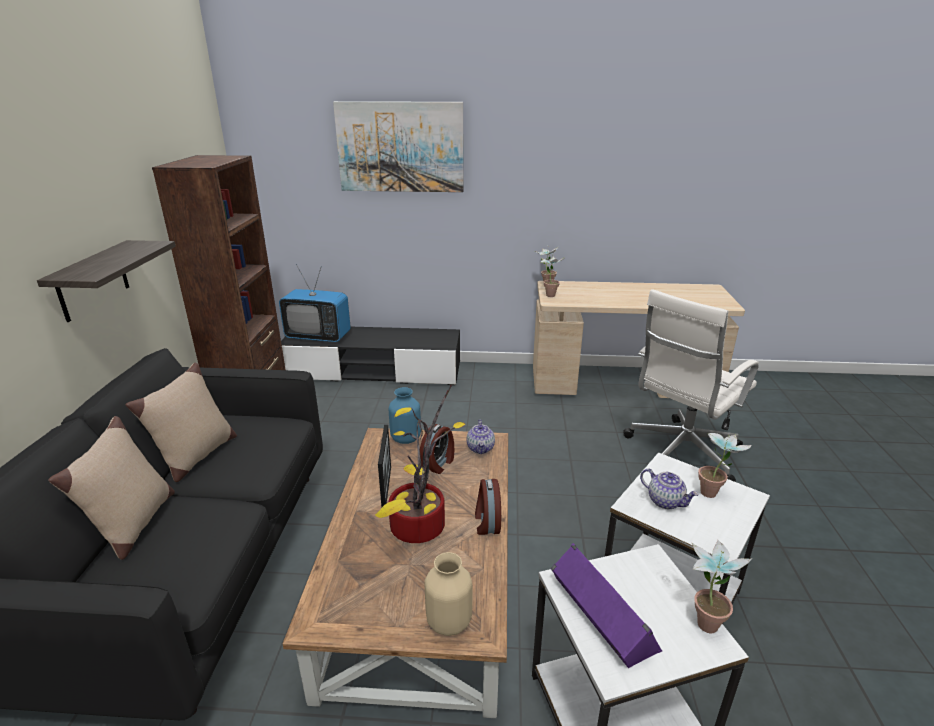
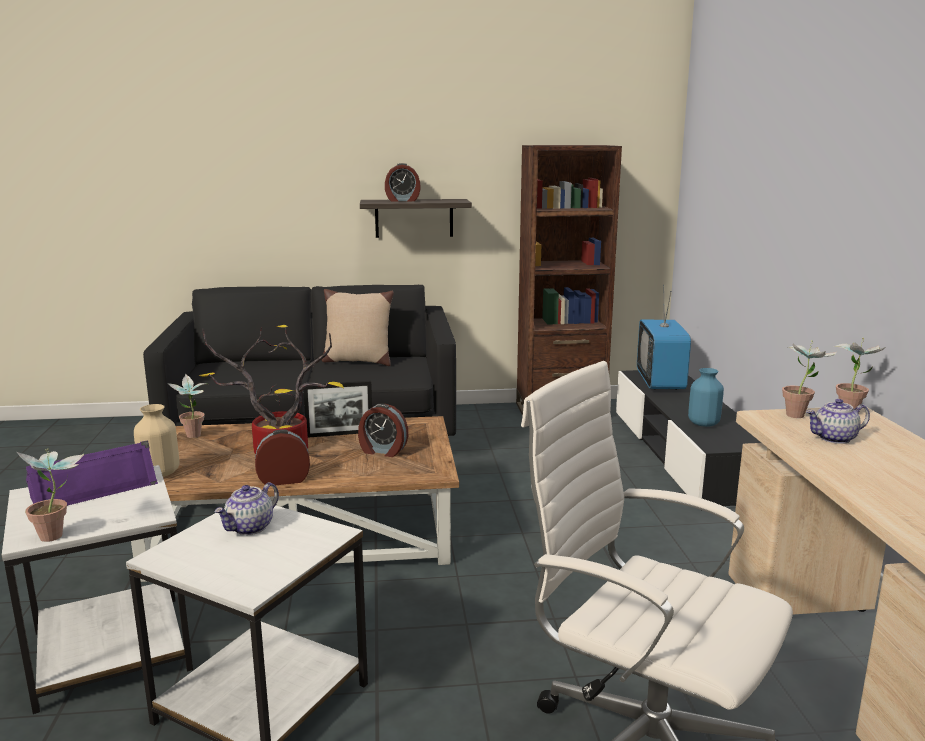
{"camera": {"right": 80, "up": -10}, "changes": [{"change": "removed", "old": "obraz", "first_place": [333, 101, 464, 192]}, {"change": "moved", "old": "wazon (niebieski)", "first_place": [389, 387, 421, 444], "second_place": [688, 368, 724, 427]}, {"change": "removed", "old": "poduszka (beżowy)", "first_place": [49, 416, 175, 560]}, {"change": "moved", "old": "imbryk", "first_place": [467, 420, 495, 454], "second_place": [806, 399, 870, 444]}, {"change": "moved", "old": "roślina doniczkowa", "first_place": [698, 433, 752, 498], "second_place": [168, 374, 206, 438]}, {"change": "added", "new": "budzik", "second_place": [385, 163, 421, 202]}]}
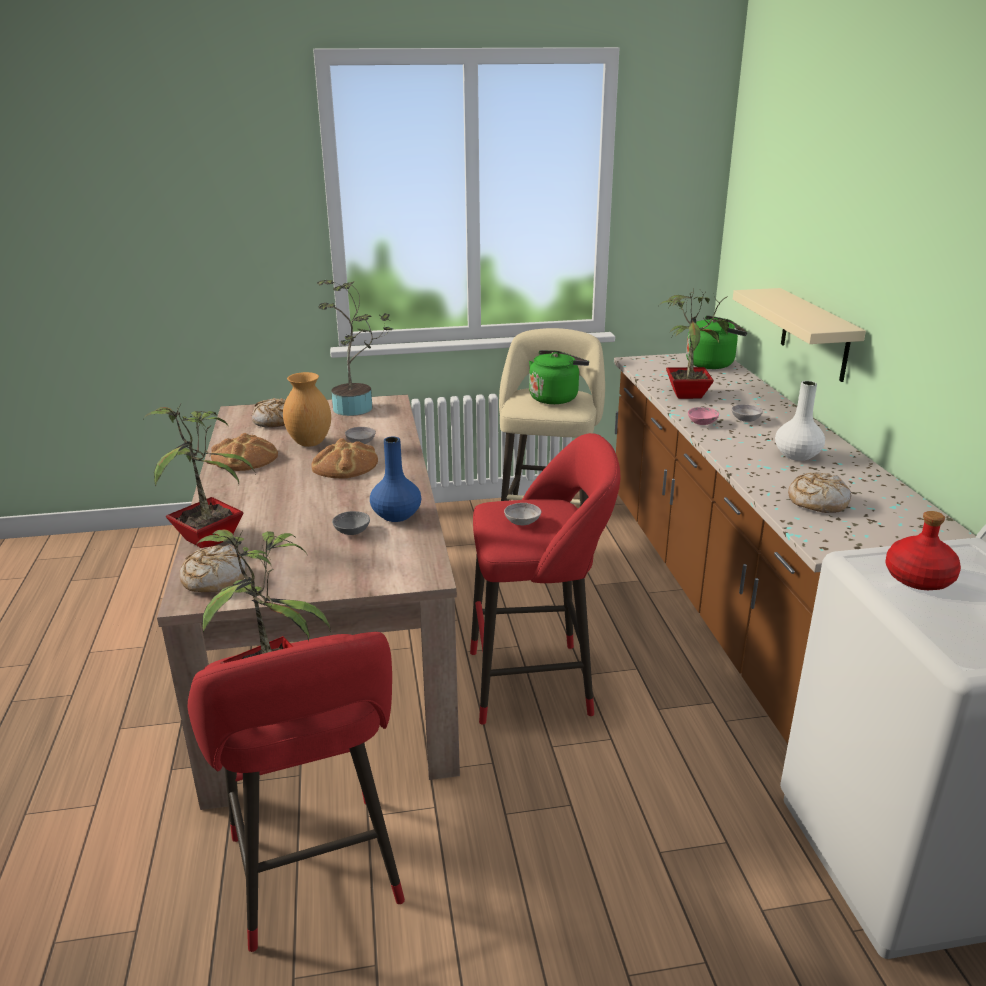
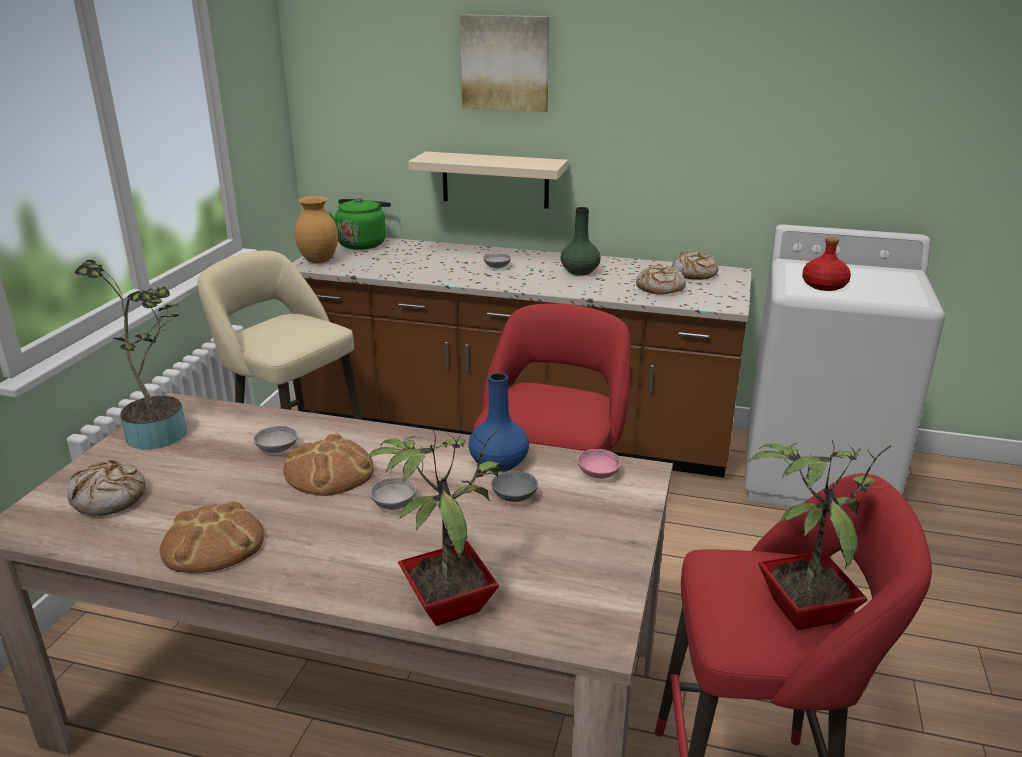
{"camera": {"right": -65, "up": 0}, "changes": [{"change": "removed", "old": "roślina doniczkowa", "first_place": [659, 288, 729, 399]}, {"change": "removed", "old": "czajnik (zielony)", "first_place": [529, 350, 589, 404]}, {"change": "moved", "old": "wazon (brązowy)", "first_place": [283, 372, 331, 447], "second_place": [295, 196, 338, 264]}, {"change": "recoloured", "old": "wazon (biały)", "new": "wazon (zielony)", "first_place": [775, 381, 825, 461], "second_place": [560, 207, 601, 275]}, {"change": "moved", "old": "miska (różowy)", "first_place": [688, 407, 719, 425], "second_place": [577, 449, 621, 479]}, {"change": "moved", "old": "miska (szary)", "first_place": [504, 503, 541, 525], "second_place": [370, 477, 417, 510]}, {"change": "moved", "old": "chleb", "first_place": [180, 545, 247, 592], "second_place": [672, 251, 719, 280]}, {"change": "added", "new": "obraz", "second_place": [460, 15, 549, 112]}]}
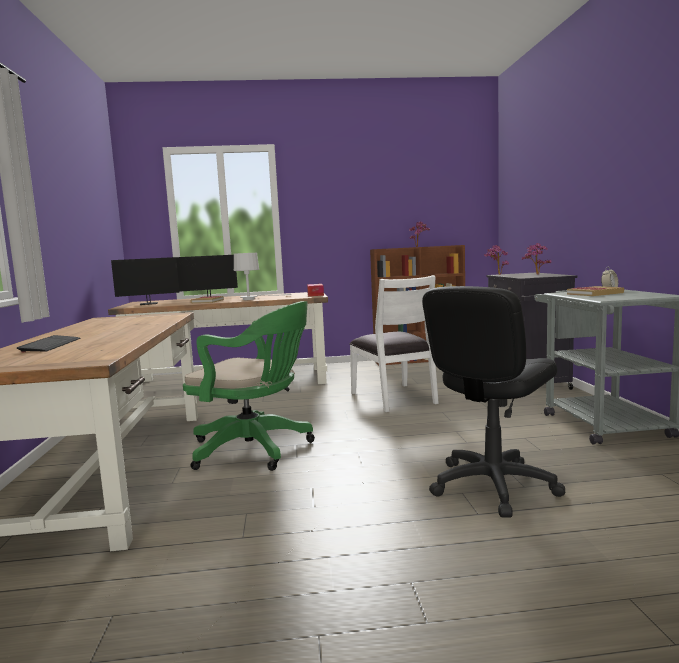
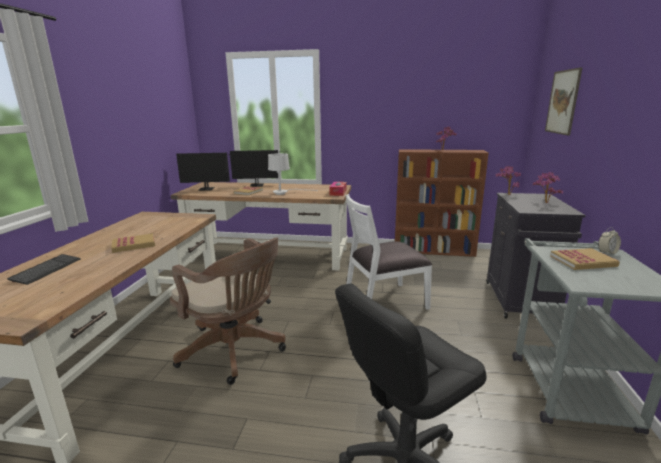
{"camera": {"right": 15, "up": 10}, "changes": [{"change": "turned", "old": "krzesło (biały)", "first_place": [350, 275, 439, 412], "second_place": [345, 194, 432, 310], "degrees": 75}, {"change": "recoloured", "old": "krzesło biurowe (zielony)", "new": "krzesło biurowe (brązowy)", "first_place": [183, 301, 315, 471], "second_place": [170, 237, 286, 385]}, {"change": "added", "new": "obraz", "second_place": [545, 67, 583, 136]}, {"change": "added", "new": "książka", "second_place": [111, 233, 155, 253]}]}
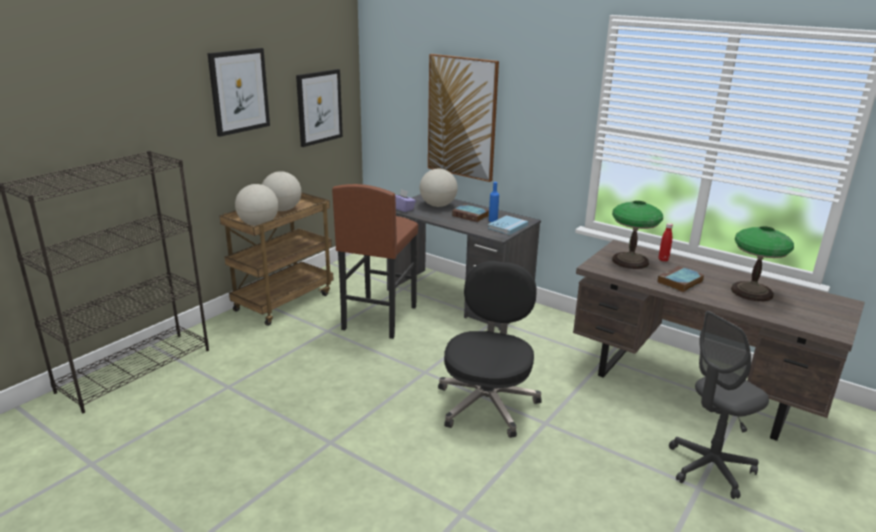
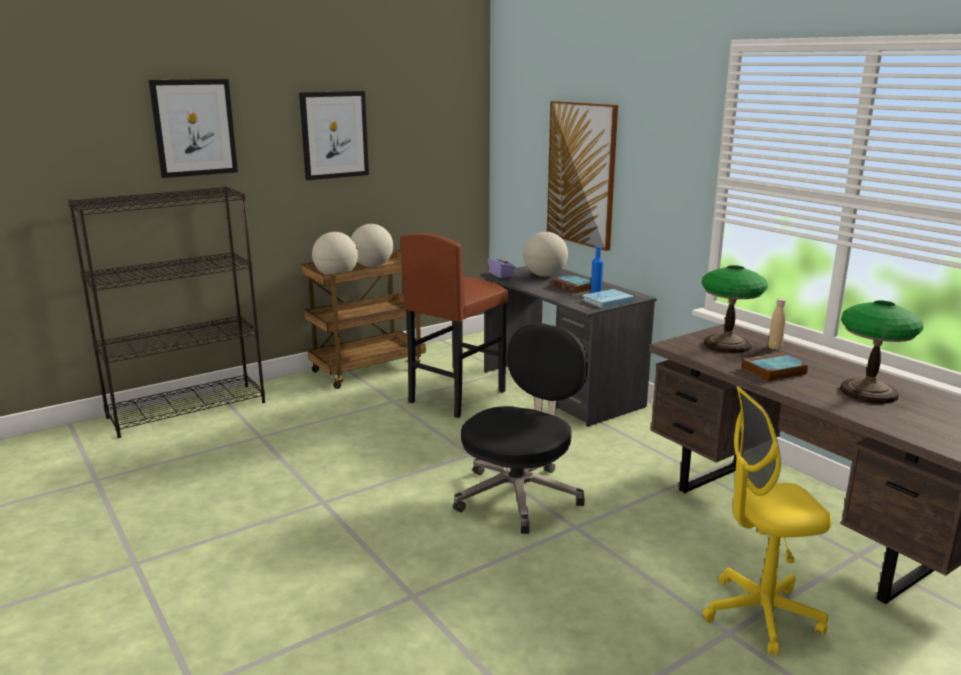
{"camera": {"right": 20, "up": -5}, "changes": [{"change": "moved", "old": "obraz", "first_place": [296, 69, 343, 147], "second_place": [149, 79, 238, 178]}, {"change": "recoloured", "old": "butelka (czerwony)", "new": "butelka (beżowy)", "first_place": [659, 223, 673, 262], "second_place": [768, 299, 786, 350]}, {"change": "recoloured", "old": "krzesło biurowe (szary)", "new": "krzesło biurowe (żółty)", "first_place": [669, 311, 769, 499], "second_place": [702, 386, 832, 656]}]}
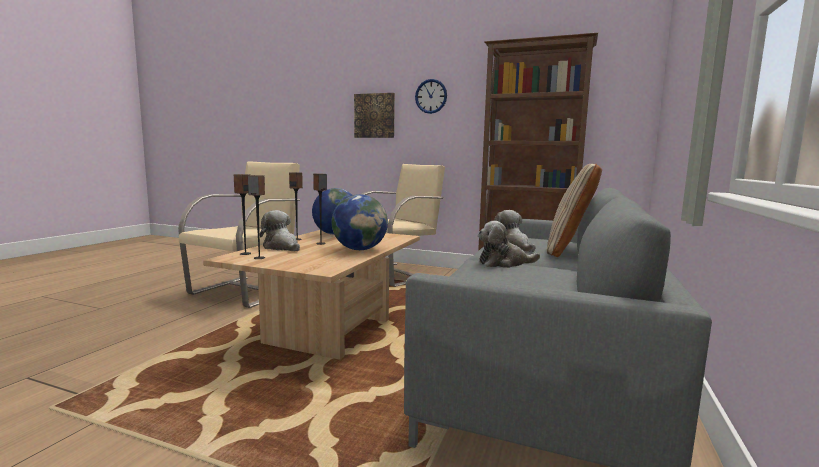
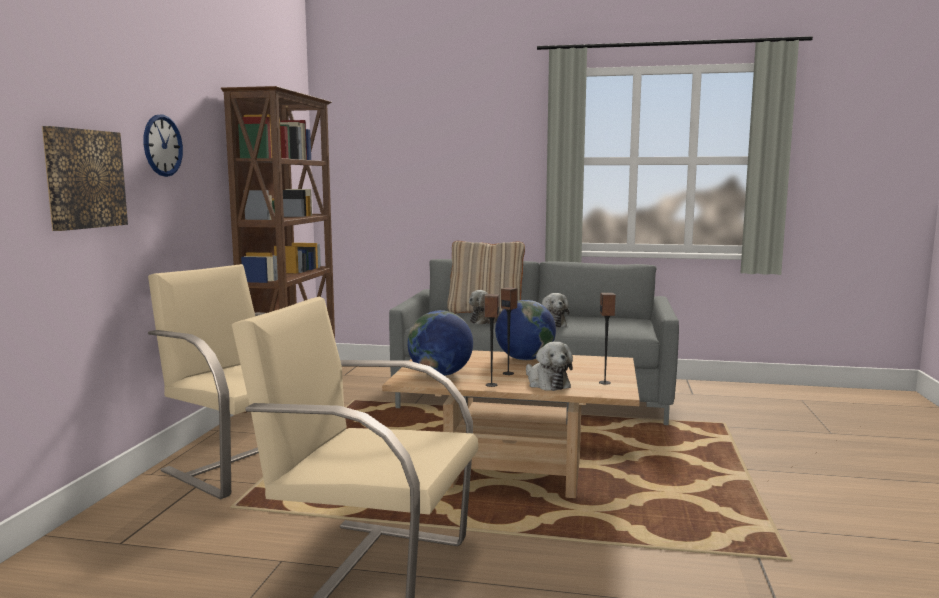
{"camera": {"right": -100, "up": 0}, "changes": [{"change": "removed", "old": "głośnik", "first_place": [234, 174, 251, 255]}, {"change": "turned", "old": "pluszak", "first_place": [260, 210, 300, 251], "second_place": [526, 342, 573, 391], "degrees": -60}]}
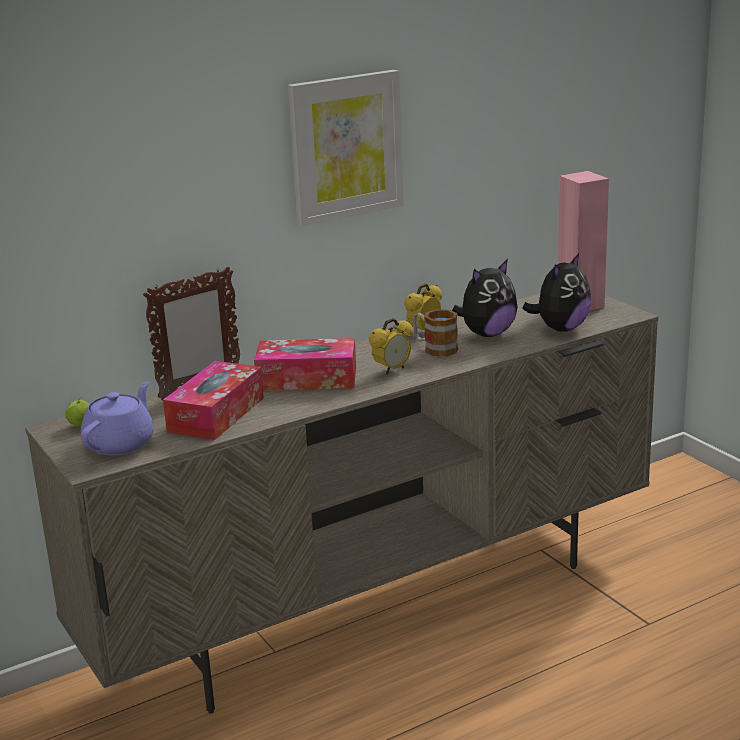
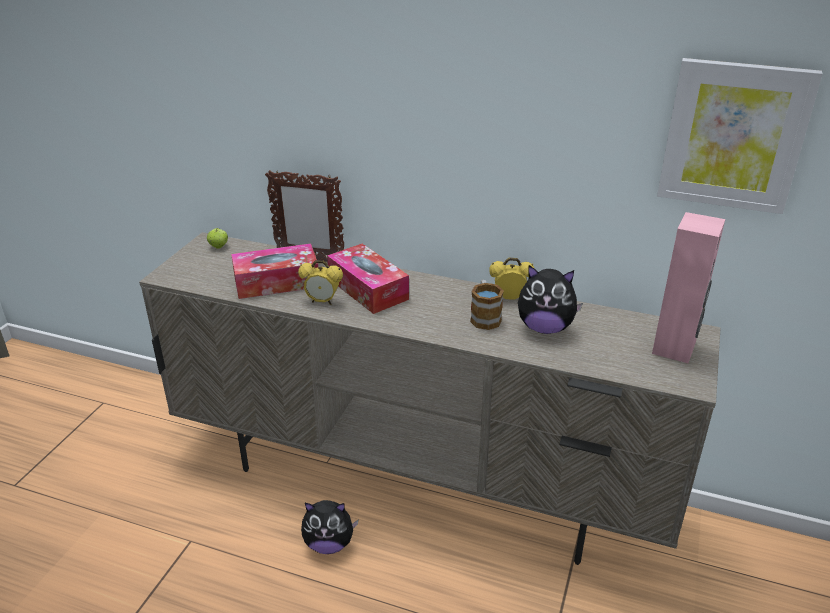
{"camera": {"right": 50, "up": 10}, "changes": [{"change": "moved", "old": "obraz", "first_place": [288, 70, 403, 226], "second_place": [657, 58, 823, 214]}, {"change": "moved", "old": "pluszak", "first_place": [522, 253, 591, 332], "second_place": [301, 500, 359, 554]}, {"change": "moved", "old": "budzik", "first_place": [369, 318, 413, 375], "second_place": [298, 260, 343, 305]}, {"change": "removed", "old": "imbryk (fioletowy)", "first_place": [81, 381, 154, 455]}]}
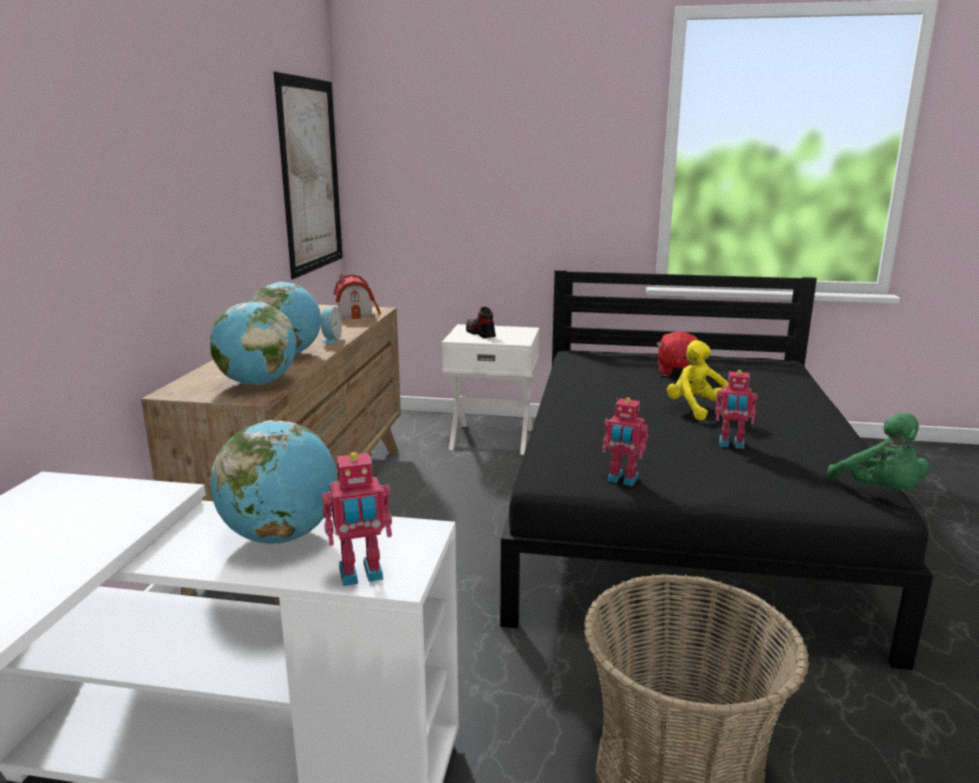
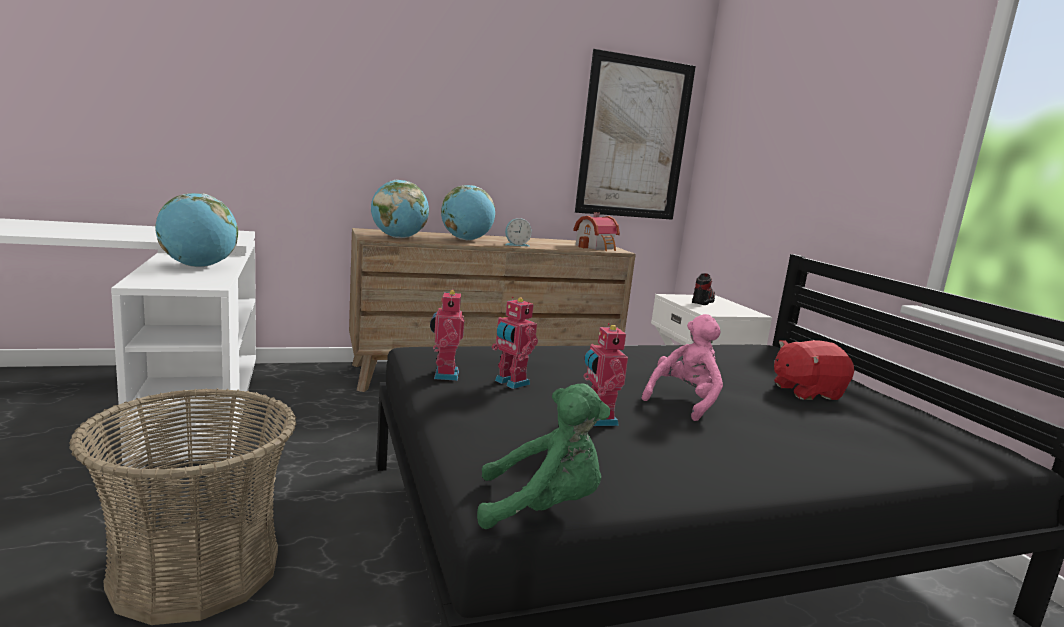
{"camera": {"right": 60, "up": -5}, "changes": [{"change": "recoloured", "old": "pluszak (żółty)", "new": "pluszak (różowy)", "first_place": [667, 340, 729, 421], "second_place": [642, 314, 723, 421]}, {"change": "turned", "old": "pluszak (zielony)", "first_place": [827, 413, 930, 490], "second_place": [477, 384, 610, 529], "degrees": -135}, {"change": "moved", "old": "robot zabawkowy", "first_place": [322, 452, 392, 586], "second_place": [492, 296, 538, 389]}]}
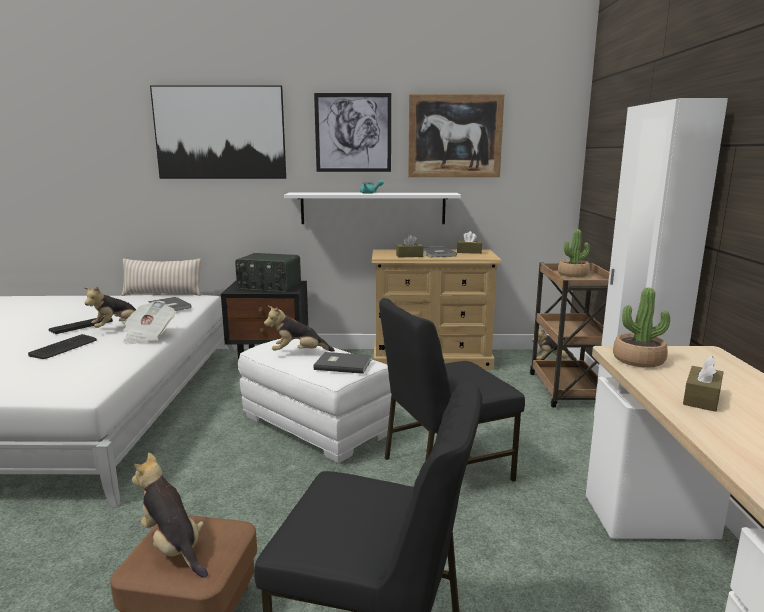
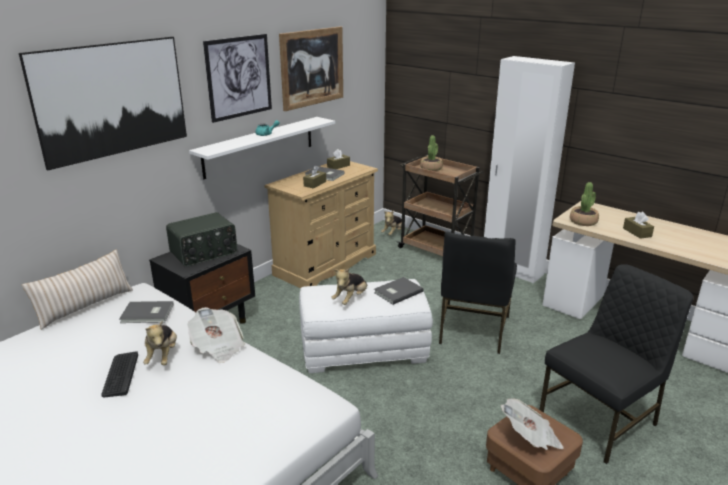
{"camera": {"right": -50, "up": 10}, "changes": [{"change": "removed", "old": "klawiatura", "first_place": [28, 334, 97, 359]}, {"change": "replaced", "old": "pluszak", "new": "gazeta", "first_place": [132, 453, 208, 578], "second_place": [501, 398, 564, 450]}]}
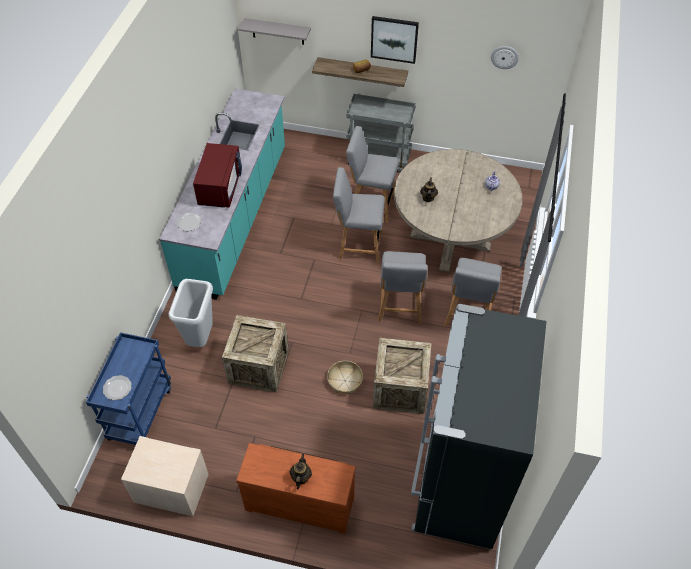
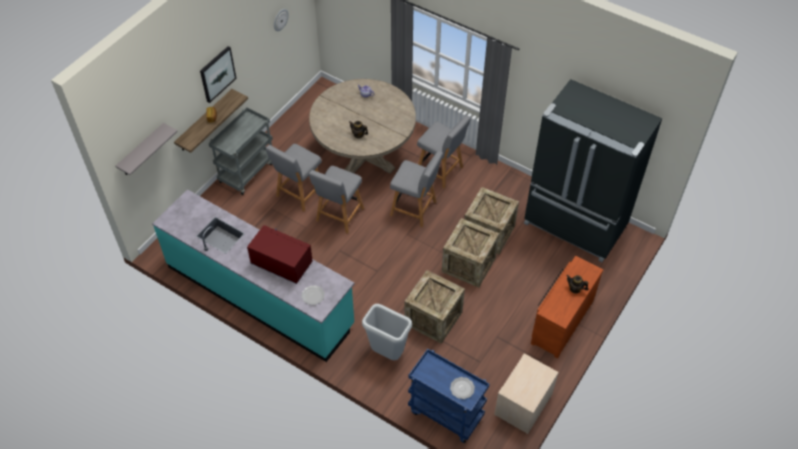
{"camera": {"right": -70, "up": 0}, "changes": [{"change": "replaced", "old": "koszyk", "new": "skrzynka", "first_place": [327, 361, 363, 394], "second_place": [442, 218, 499, 288]}]}
